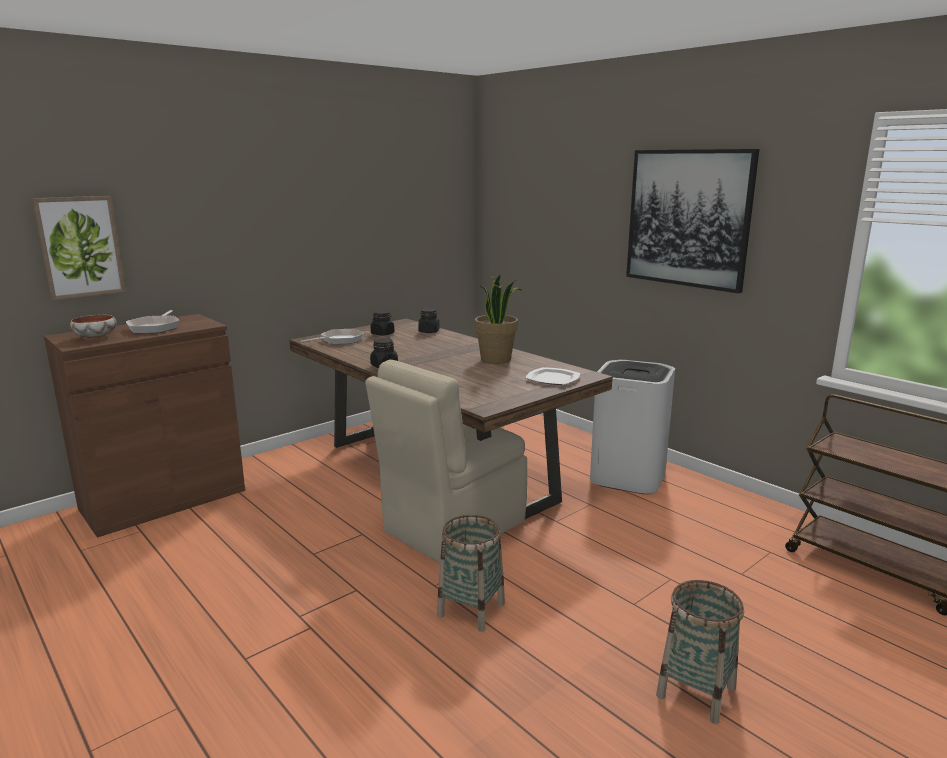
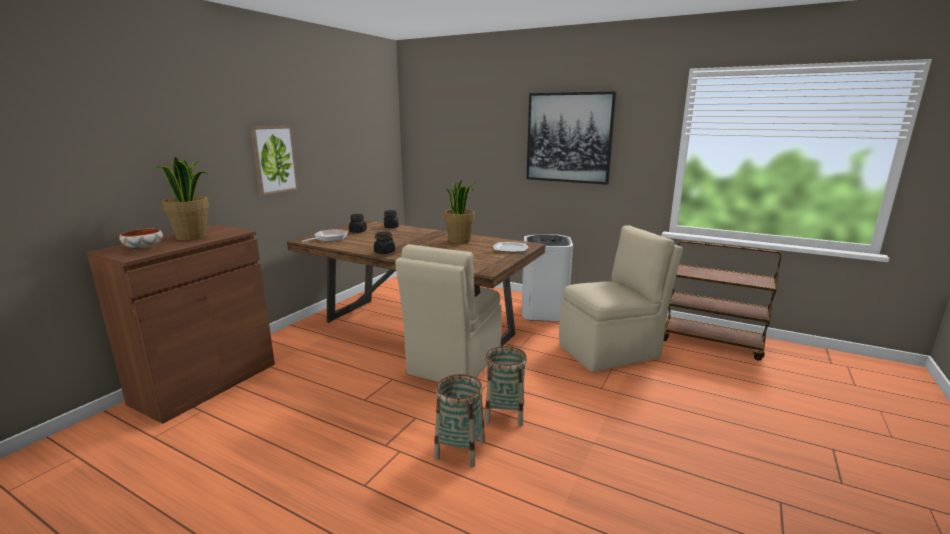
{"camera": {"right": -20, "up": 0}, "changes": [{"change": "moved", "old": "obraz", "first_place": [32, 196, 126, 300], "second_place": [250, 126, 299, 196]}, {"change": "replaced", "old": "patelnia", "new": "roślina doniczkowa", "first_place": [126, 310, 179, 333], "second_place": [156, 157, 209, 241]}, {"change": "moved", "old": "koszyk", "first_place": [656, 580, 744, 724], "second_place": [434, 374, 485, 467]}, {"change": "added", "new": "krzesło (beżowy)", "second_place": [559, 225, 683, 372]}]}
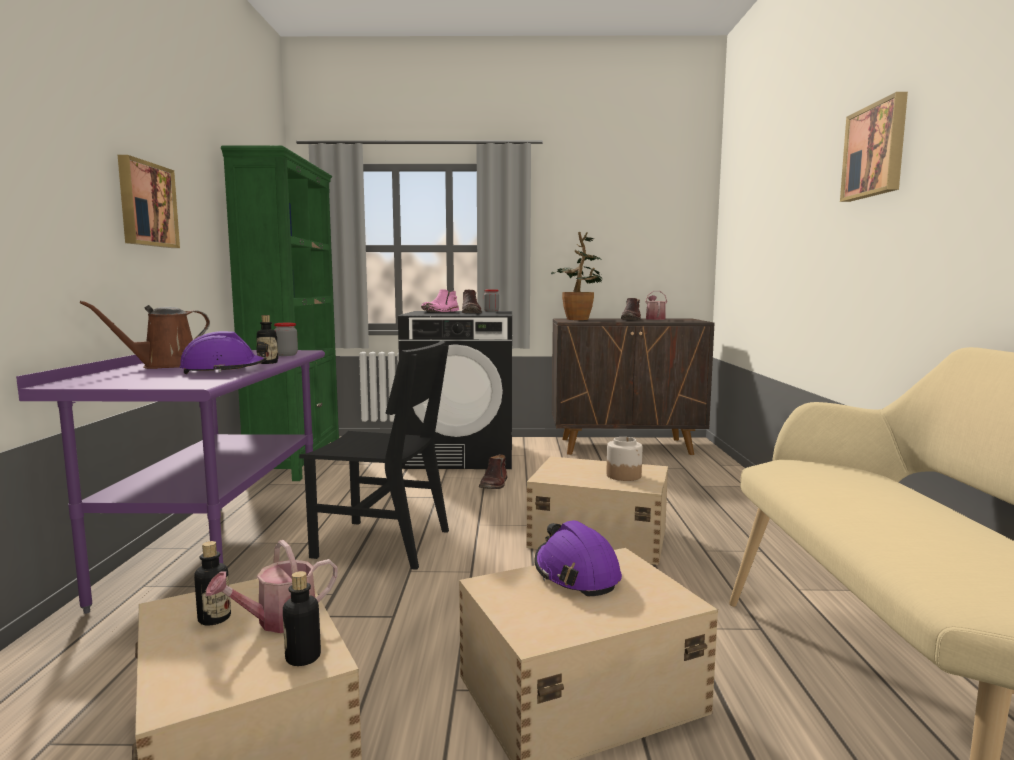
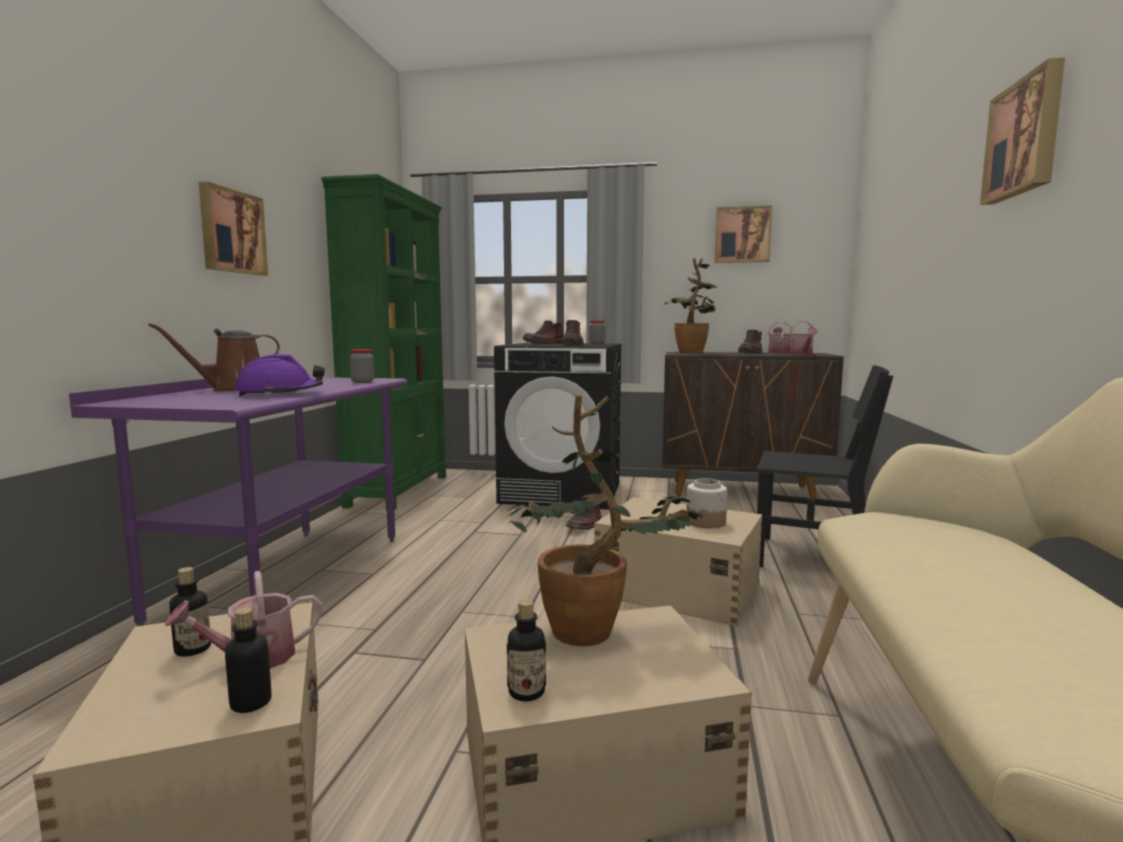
{"camera": {"right": 10, "up": 0}, "changes": [{"change": "recoloured", "old": "but z cholewką (różowy)", "new": "but z cholewką (brązowy)", "first_place": [421, 289, 459, 312], "second_place": [523, 320, 564, 344]}, {"change": "moved", "old": "butelka", "first_place": [256, 315, 278, 364], "second_place": [507, 599, 546, 701]}, {"change": "moved", "old": "krzesło (czarny)", "first_place": [299, 341, 449, 570], "second_place": [755, 365, 893, 567]}, {"change": "replaced", "old": "kask (fioletowy)", "new": "roślina doniczkowa", "first_place": [534, 520, 622, 596], "second_place": [507, 394, 706, 646]}, {"change": "added", "new": "obraz", "second_place": [714, 205, 773, 263]}, {"change": "added", "new": "konewka", "second_place": [789, 321, 818, 355]}]}
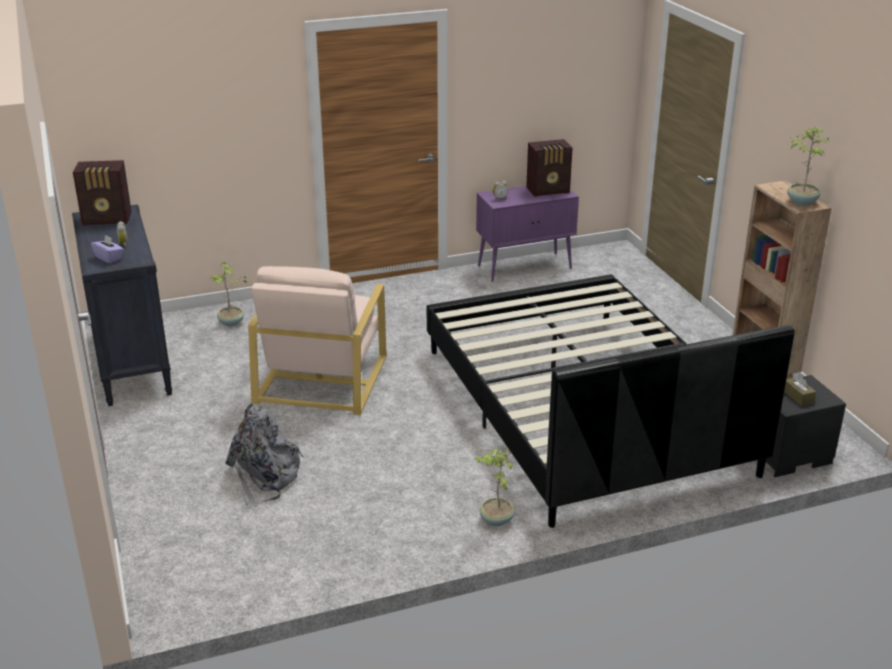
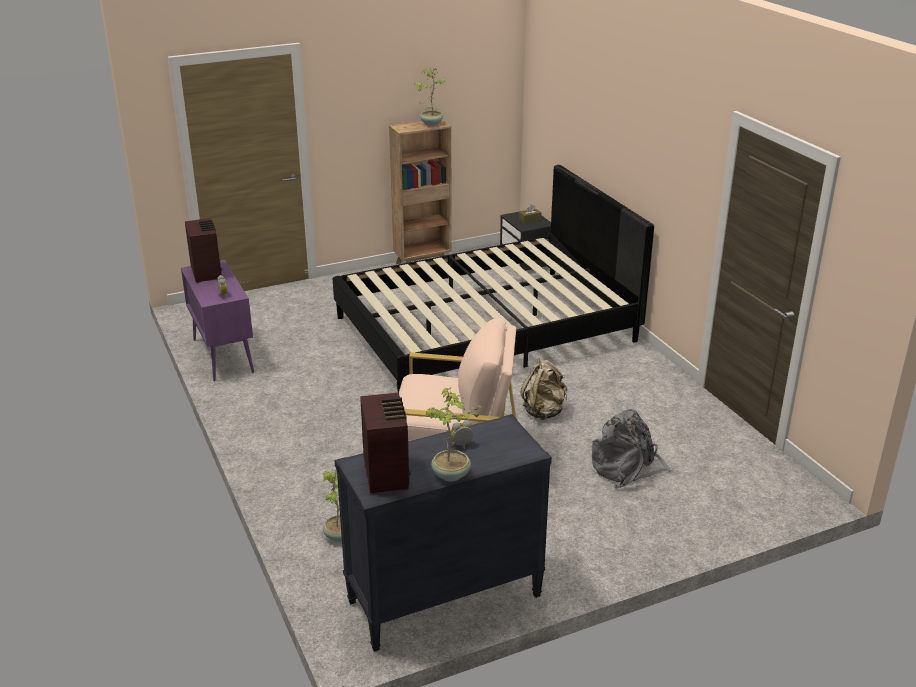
{"camera": {"right": -95, "up": 0}, "changes": [{"change": "removed", "old": "pudełko chusteczek (fioletowy)", "first_place": [91, 235, 124, 264]}, {"change": "moved", "old": "roślina doniczkowa", "first_place": [475, 447, 515, 526], "second_place": [424, 387, 482, 482]}, {"change": "added", "new": "plecak (beżowy)", "second_place": [521, 358, 567, 420]}]}
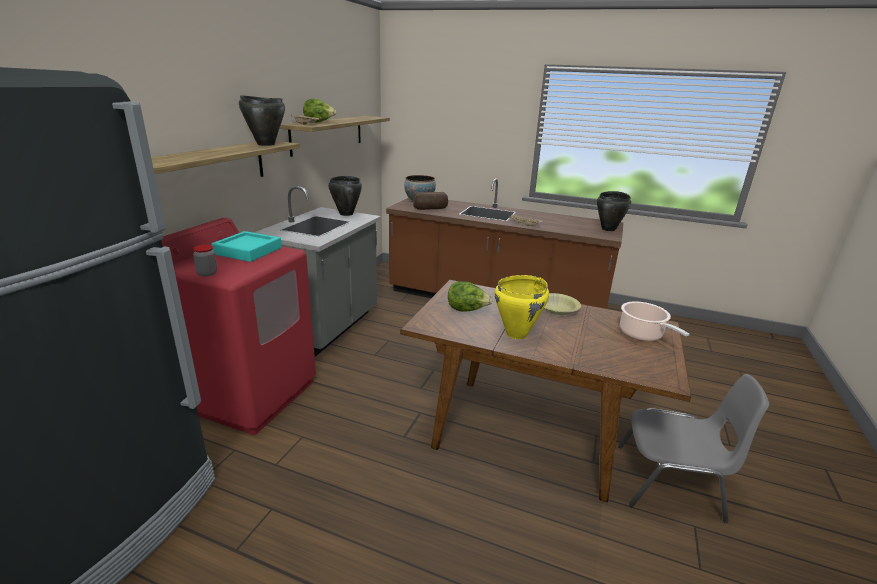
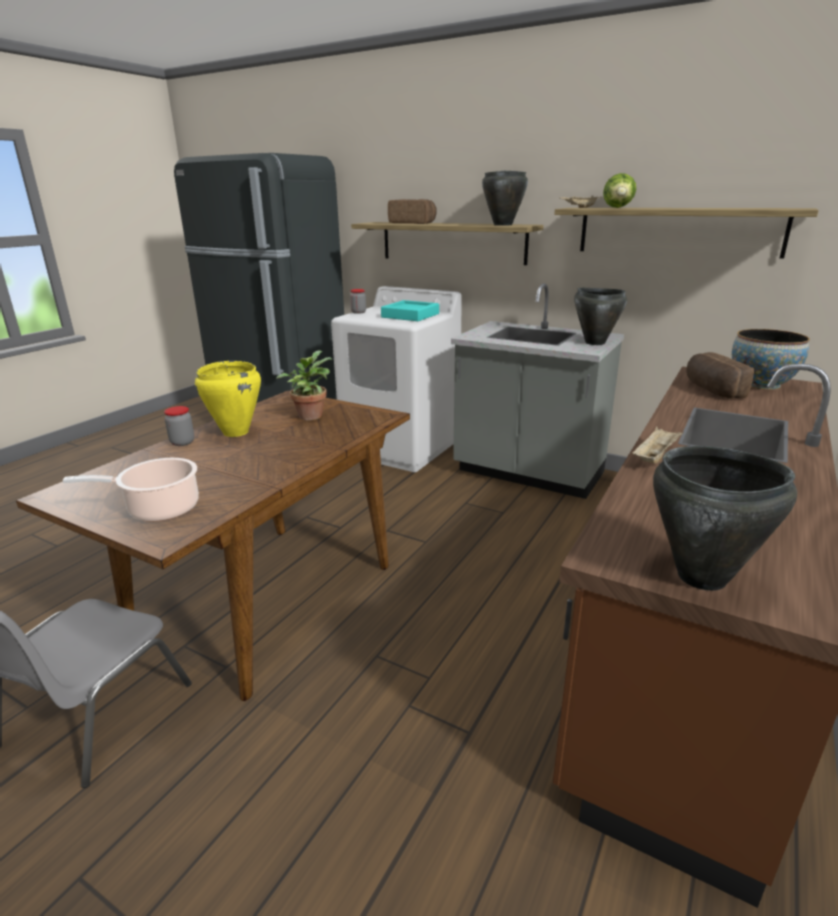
{"camera": {"right": 100, "up": 0}, "changes": [{"change": "recoloured", "old": "pralka (czerwony)", "new": "pralka (biały)", "first_place": [161, 218, 316, 435], "second_place": [331, 286, 462, 472]}, {"change": "replaced", "old": "sałata", "new": "roślina doniczkowa", "first_place": [448, 281, 492, 312], "second_place": [276, 350, 332, 421]}, {"change": "removed", "old": "miska (żółty)", "first_place": [544, 293, 581, 315]}, {"change": "added", "new": "chleb", "second_place": [388, 199, 437, 224]}, {"change": "added", "new": "słoik", "second_place": [164, 406, 195, 446]}]}
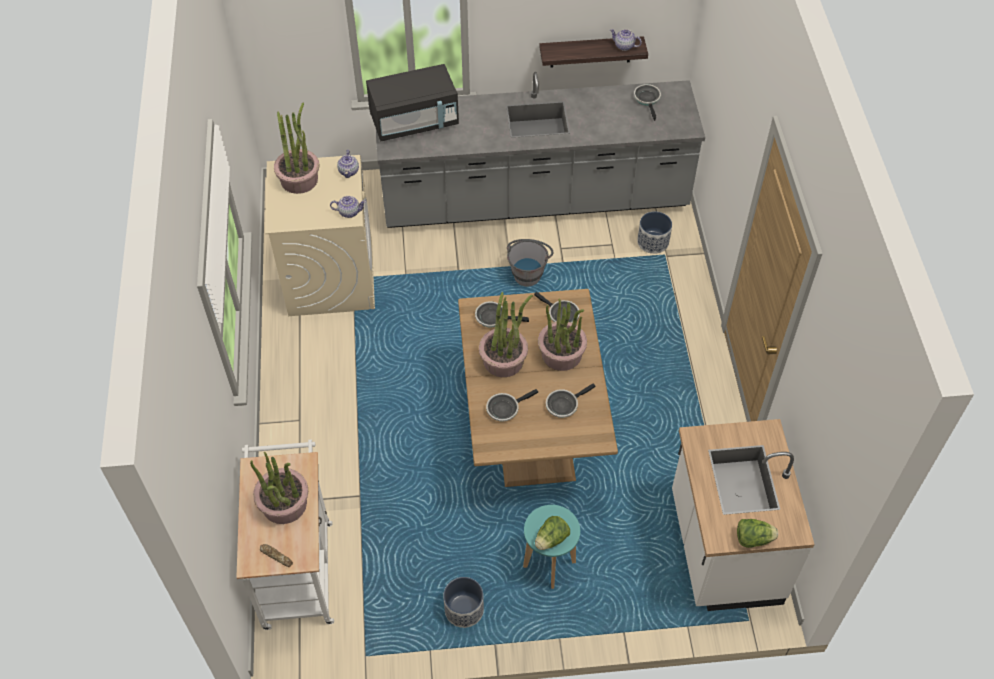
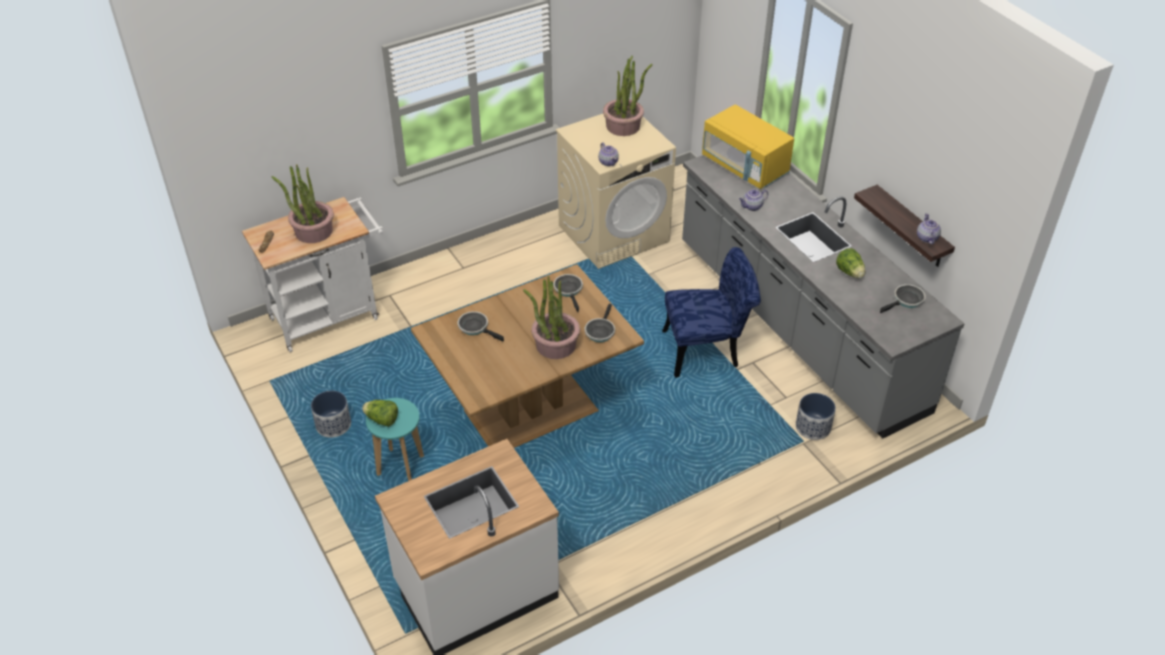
{"camera": {"right": 65, "up": -10}, "changes": [{"change": "recoloured", "old": "mikrofalówka (czarny)", "new": "mikrofalówka (żółty)", "first_place": [366, 64, 459, 141], "second_place": [702, 104, 794, 189]}, {"change": "moved", "old": "imbryk", "first_place": [337, 150, 359, 178], "second_place": [739, 189, 768, 211]}, {"change": "replaced", "old": "wiadro (szary)", "new": "krzesło (niebieski)", "first_place": [507, 239, 553, 286], "second_place": [662, 247, 761, 378]}, {"change": "removed", "old": "roślina doniczkowa", "first_place": [479, 292, 533, 377]}, {"change": "removed", "old": "patelnia", "first_place": [546, 383, 595, 418]}, {"change": "moved", "old": "sałata", "first_place": [737, 519, 778, 548], "second_place": [836, 248, 865, 279]}]}
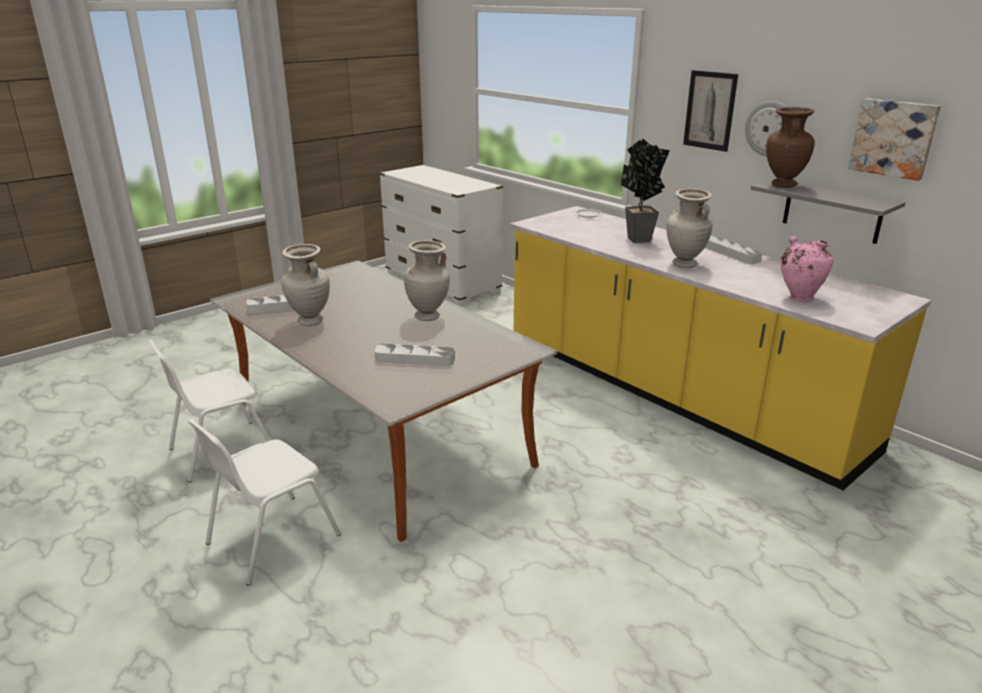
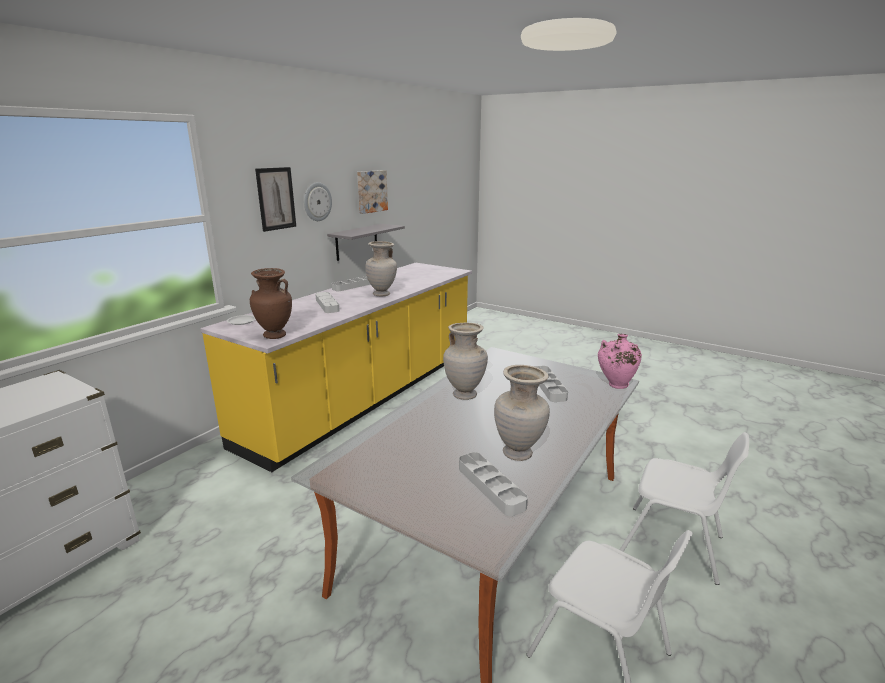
{"camera": {"right": -105, "up": -5}, "changes": [{"change": "moved", "old": "wazon (brązowy)", "first_place": [766, 107, 815, 188], "second_place": [250, 268, 292, 339]}, {"change": "replaced", "old": "roślina doniczkowa", "new": "taca (szary)", "first_place": [621, 139, 670, 243], "second_place": [315, 292, 340, 313]}, {"change": "moved", "old": "wazon (różowy)", "first_place": [780, 236, 834, 302], "second_place": [598, 334, 642, 389]}]}
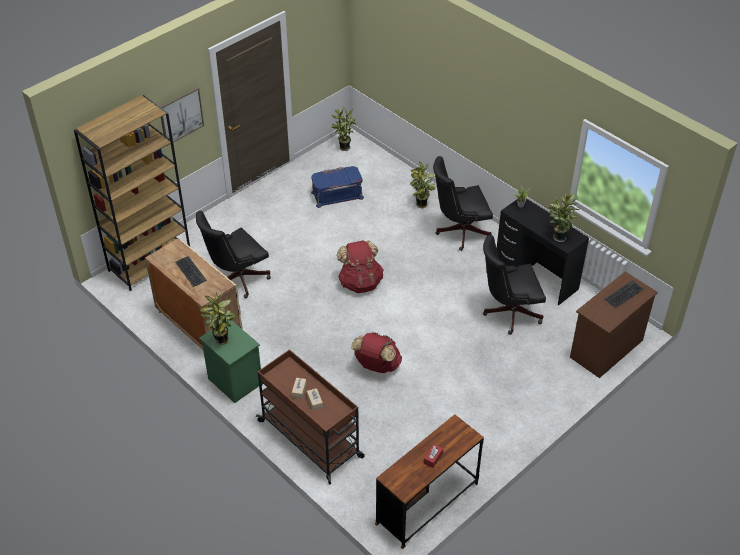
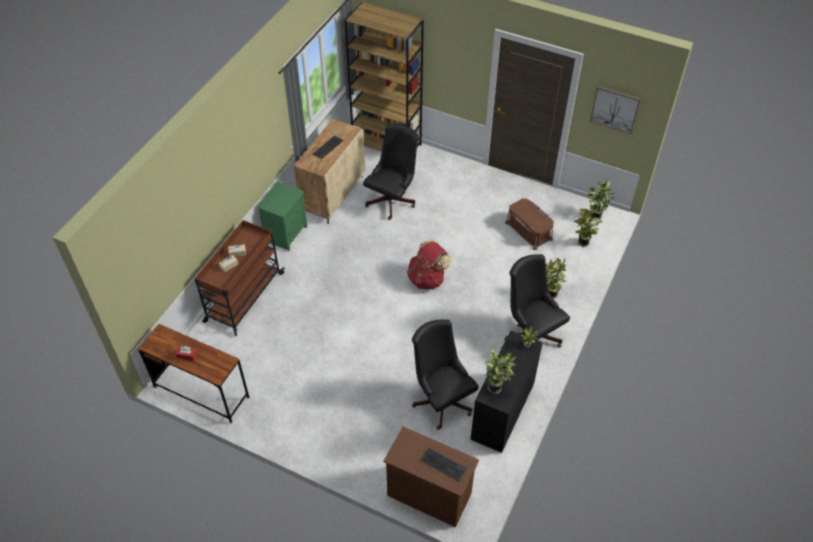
{"camera": {"right": 70, "up": 5}, "changes": [{"change": "moved", "old": "obraz", "first_place": [159, 87, 204, 146], "second_place": [590, 86, 641, 134]}, {"change": "recoloured", "old": "pojemnik do przechowywania (niebieski)", "new": "pojemnik do przechowywania (brązowy)", "first_place": [311, 166, 364, 208], "second_place": [505, 198, 554, 250]}, {"change": "turned", "old": "krzesło biurowe (czarny)", "first_place": [196, 211, 271, 298], "second_place": [363, 124, 419, 220], "degrees": 90}, {"change": "moved", "old": "roślina doniczkowa", "first_place": [200, 293, 236, 345], "second_place": [574, 203, 602, 247]}, {"change": "removed", "old": "plecak (czerwony)", "first_place": [351, 332, 402, 373]}]}
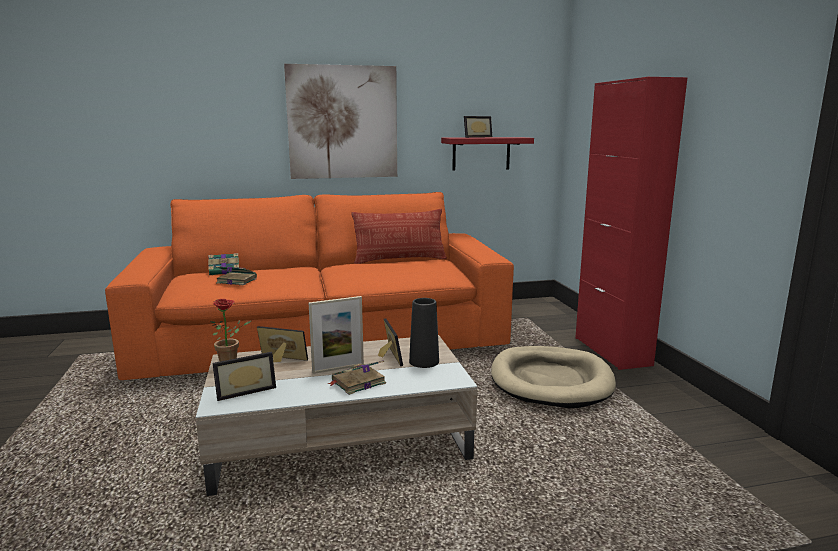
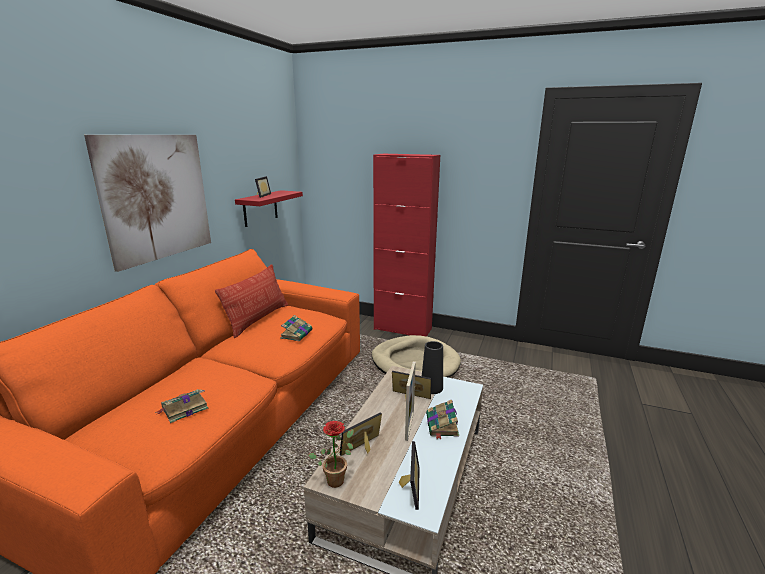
{"camera": {"right": -55, "up": 5}, "changes": [{"change": "moved", "old": "książka", "first_place": [208, 253, 239, 275], "second_place": [280, 315, 312, 341]}]}
